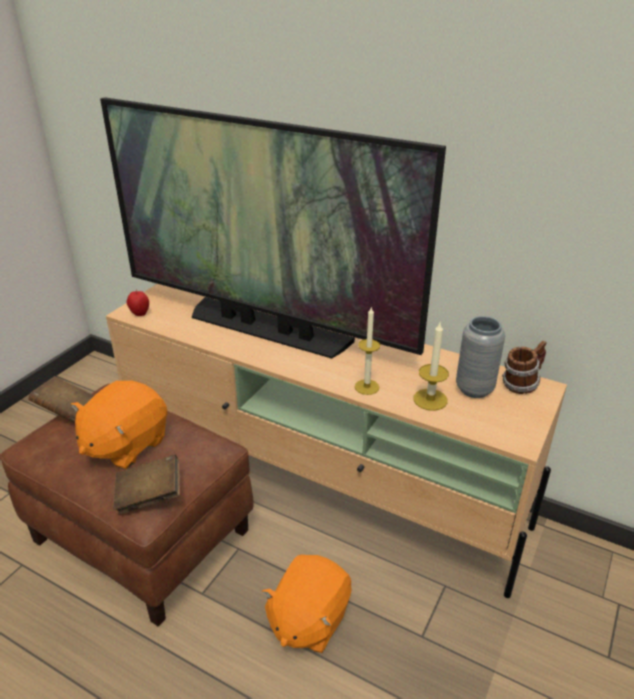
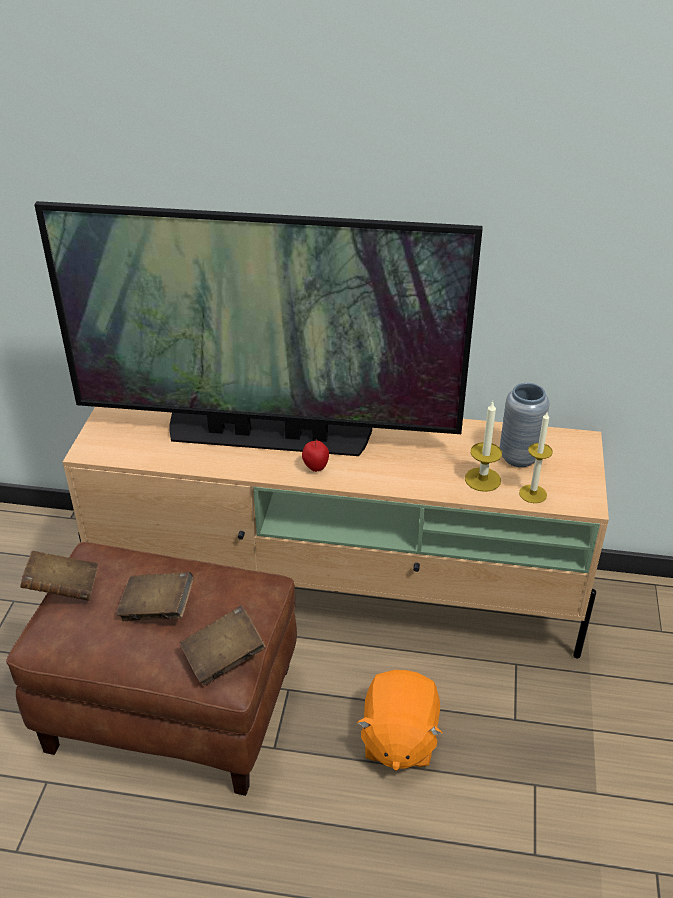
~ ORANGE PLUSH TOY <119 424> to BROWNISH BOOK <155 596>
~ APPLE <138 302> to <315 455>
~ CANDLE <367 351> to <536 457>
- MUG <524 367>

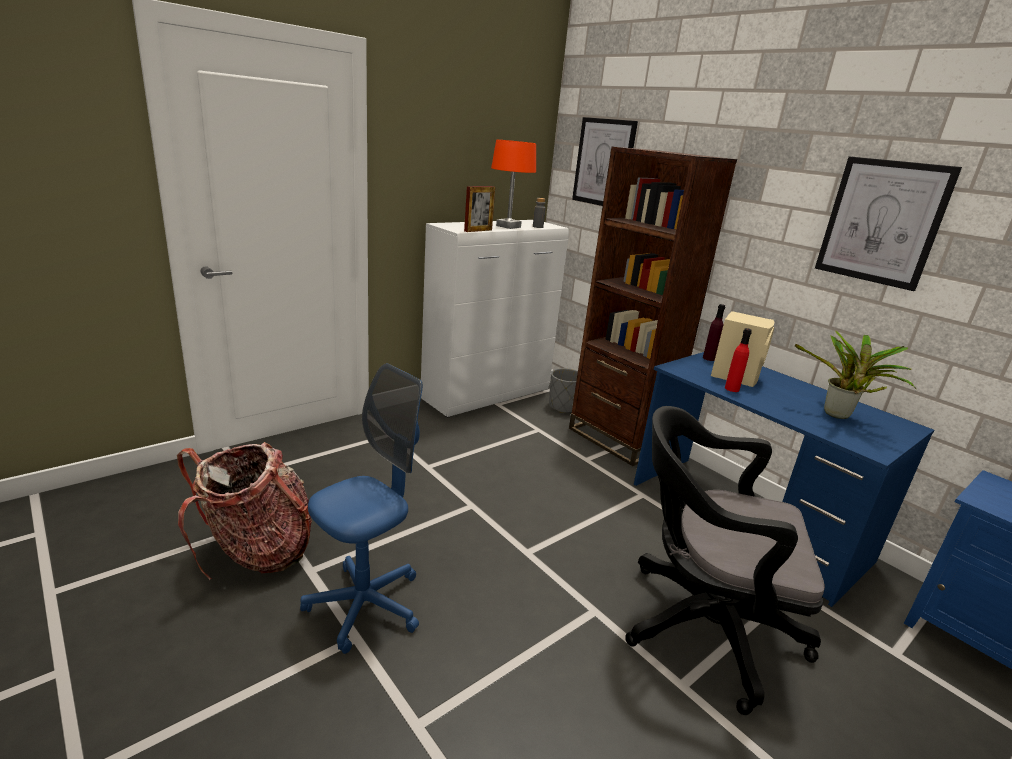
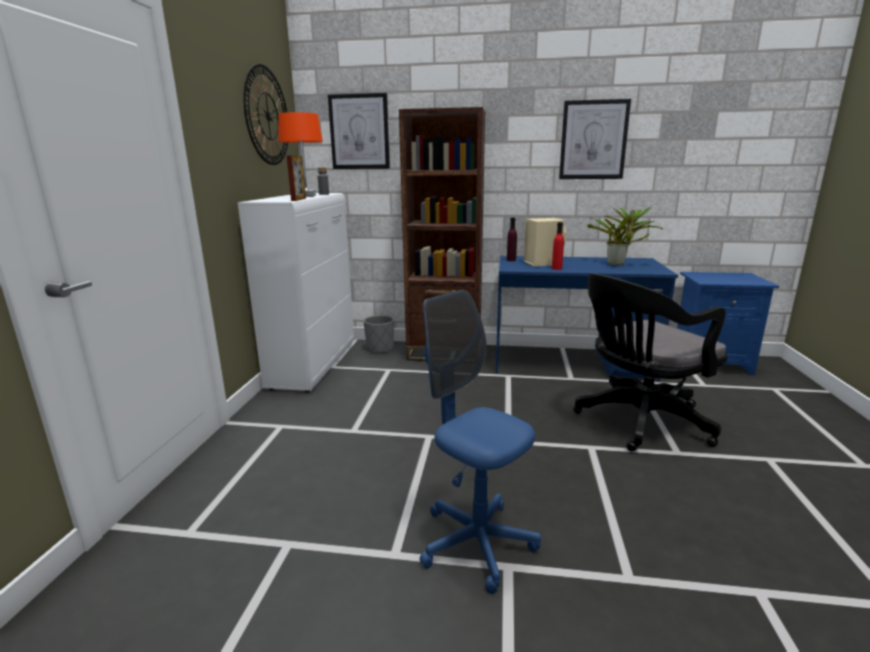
- KNAPSACK <244 511>
~ BLUE OFFICE CHAIR <361 508> = <480 442> 45 degrees counterclockwise
+ HANGING CLOCK <265 114>

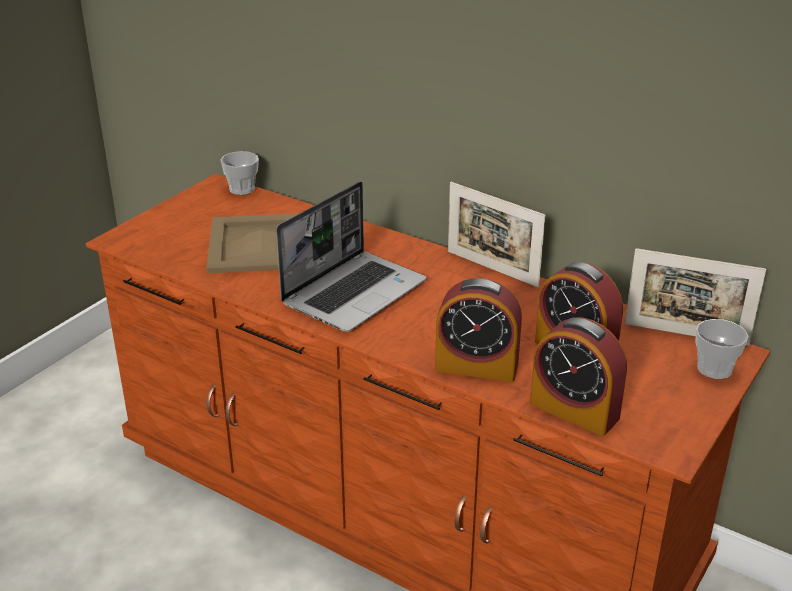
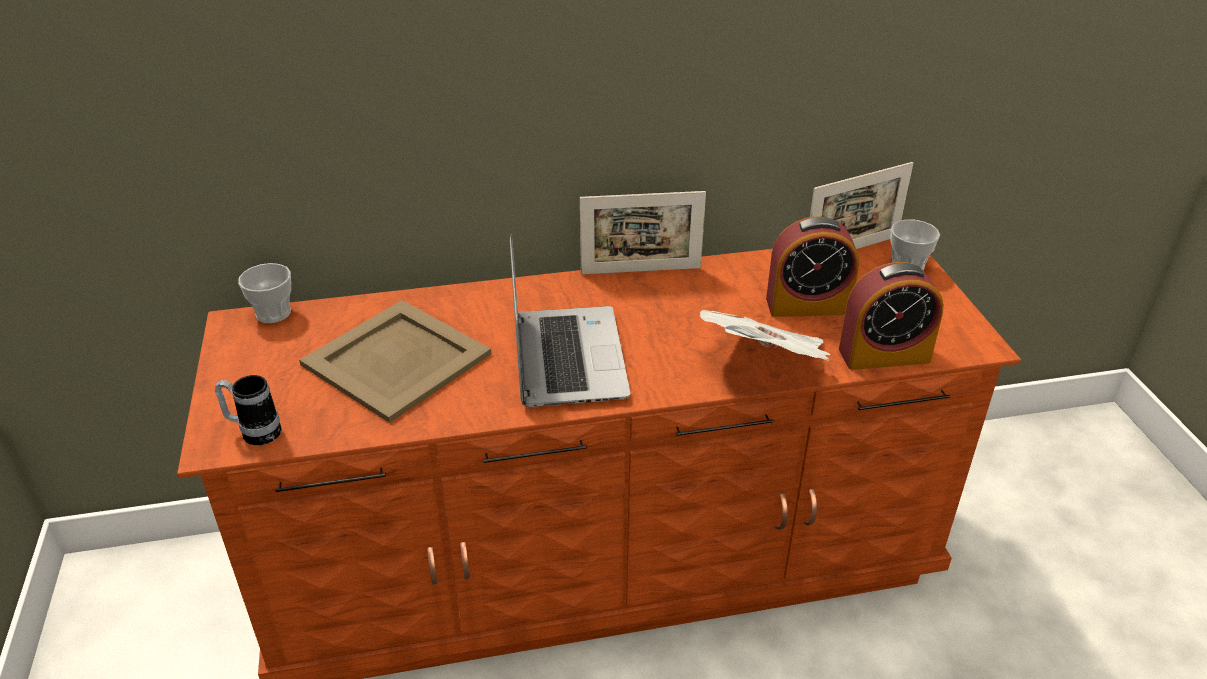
~ ALARM CLOCK <478 330> to PRINTED PAPER <765 335>
+ MUG <248 410>

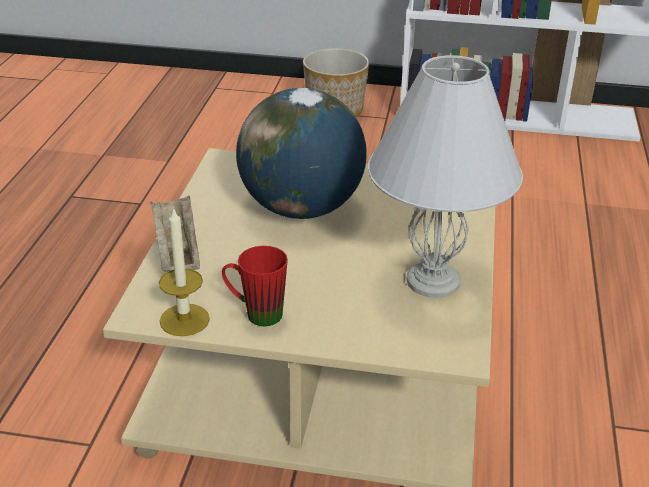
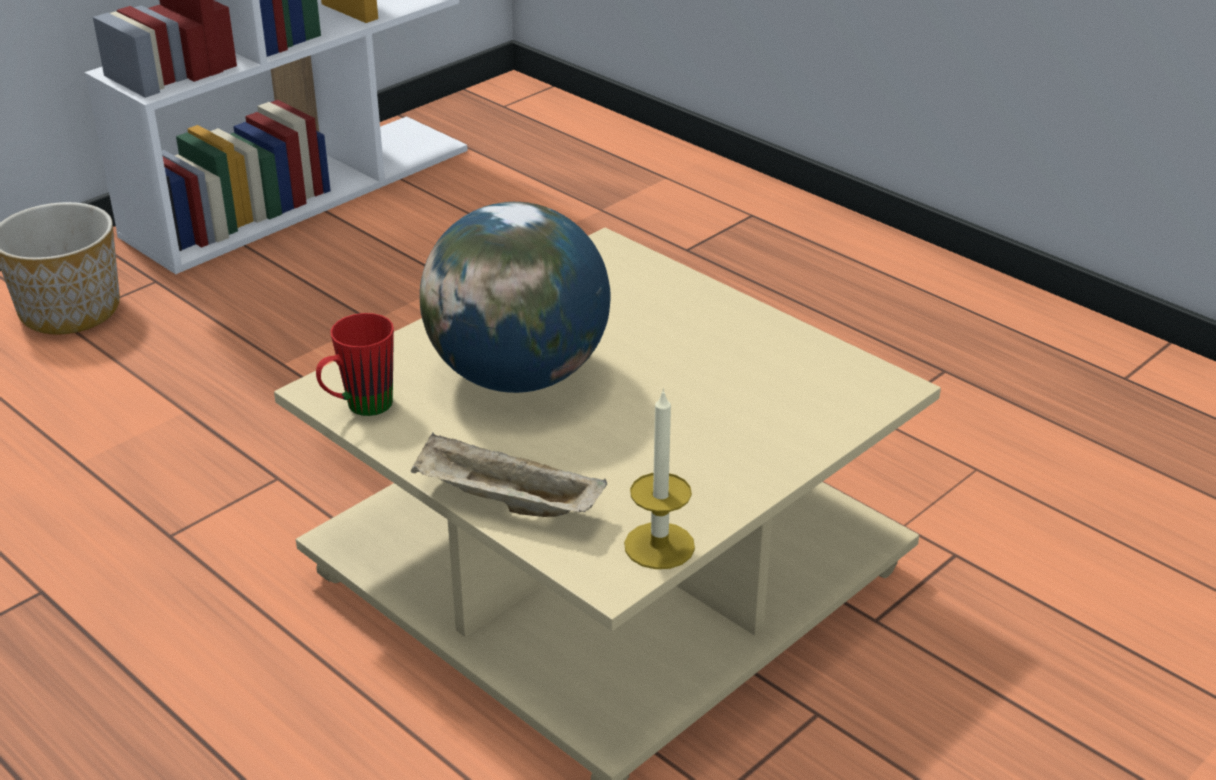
~ RED-COLOURED MUG <255 286> to <355 364>
- WHITE-COLOURED LAMP FOR A TABLE <445 176>

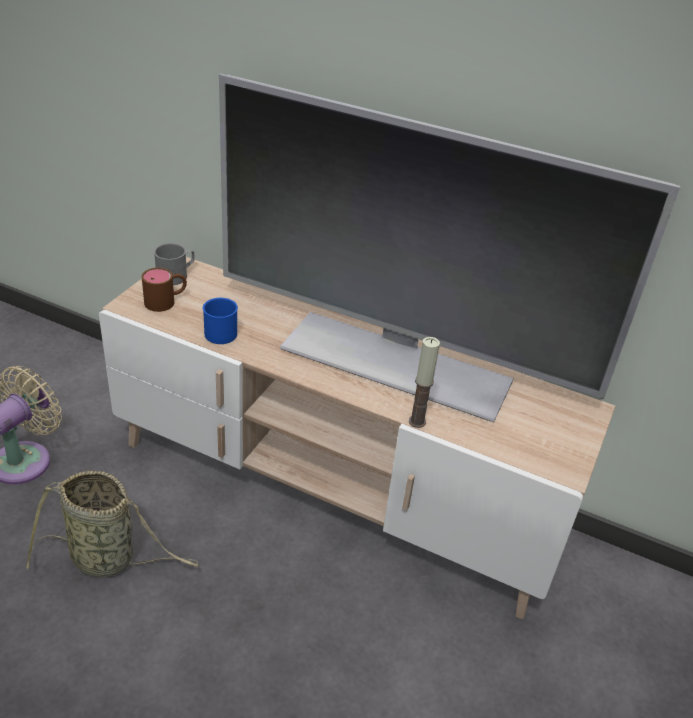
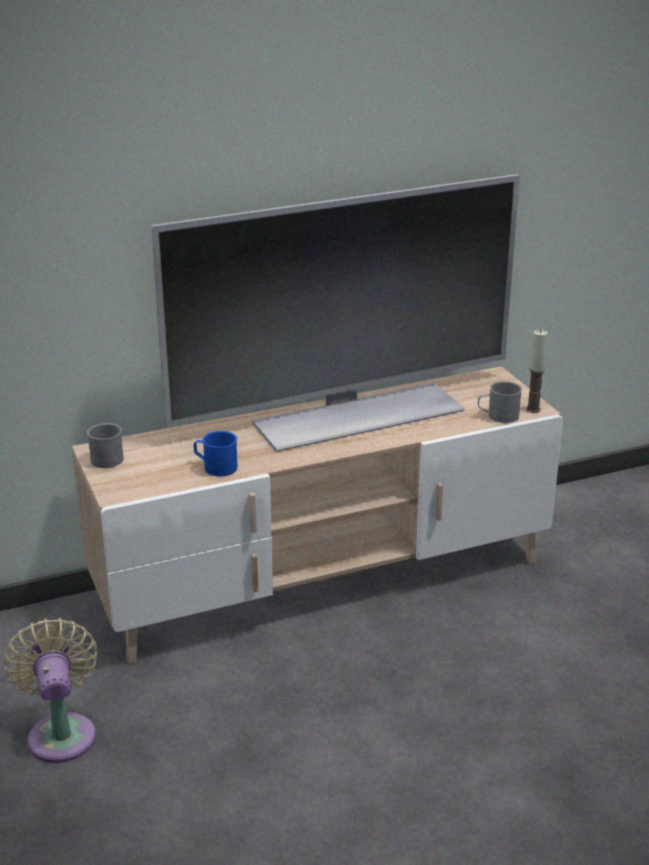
- BASKET <112 524>
- BROWNISH MUG <164 290>
~ CANDLE <424 382> to <537 371>
+ GREYISH MUG <500 402>

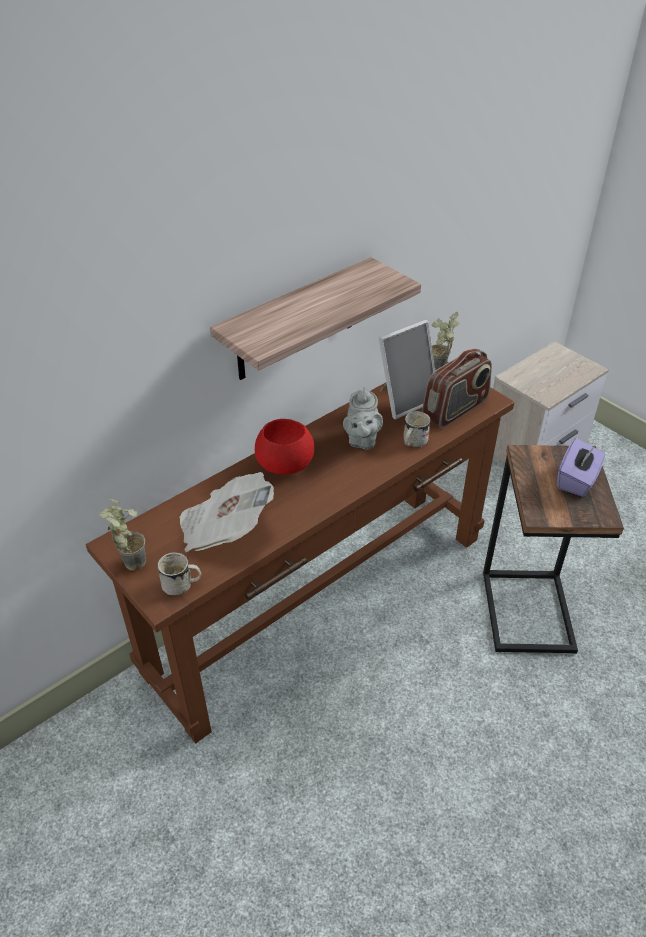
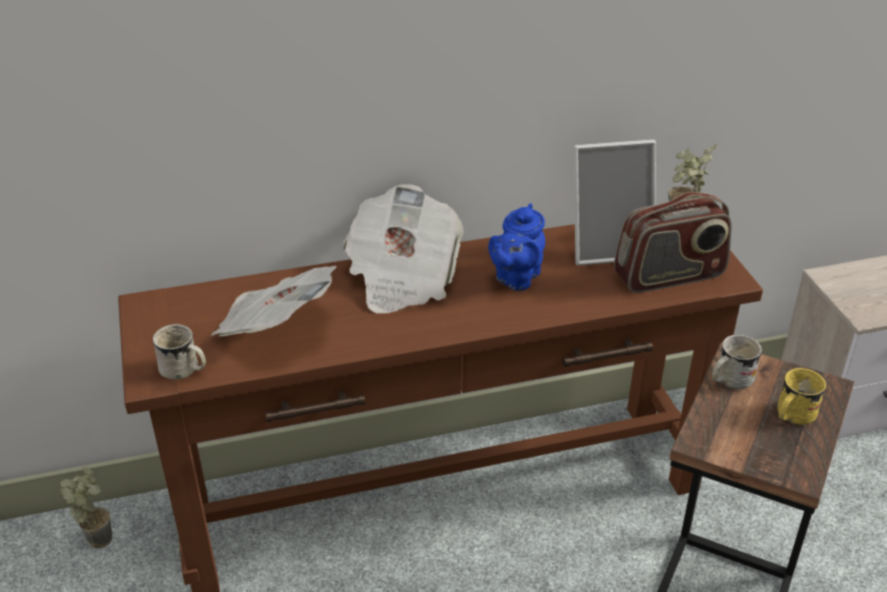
~ HOUSEPLANT <122 535> to <86 508>
- WALL SHELF <315 318>
~ RED-COLOURED BOWL <284 447> to PRINTED PAPER <404 249>
~ GREYISH TEA POT <363 418> to BLUE TEA POT <516 247>
~ WHITE-COLOURED MUG <417 429> to <737 362>
~ PURPLE TISSUE BOX <581 467> to YELLOW MUG <802 397>

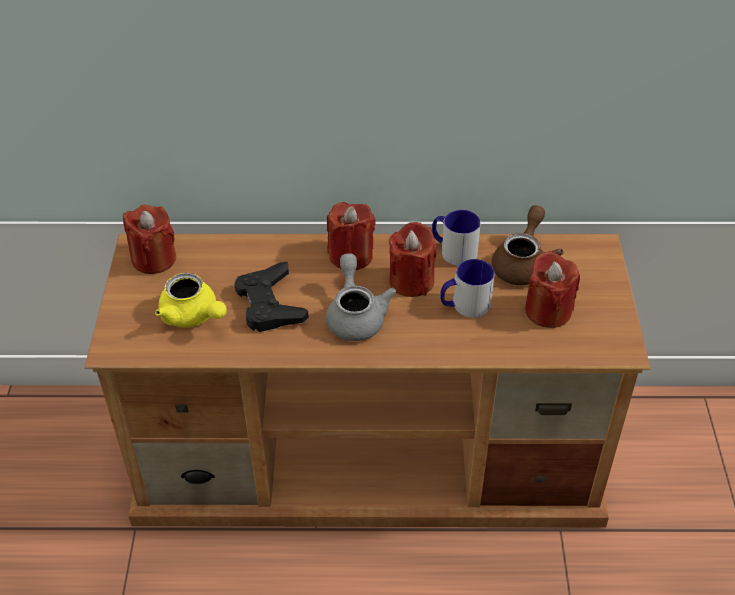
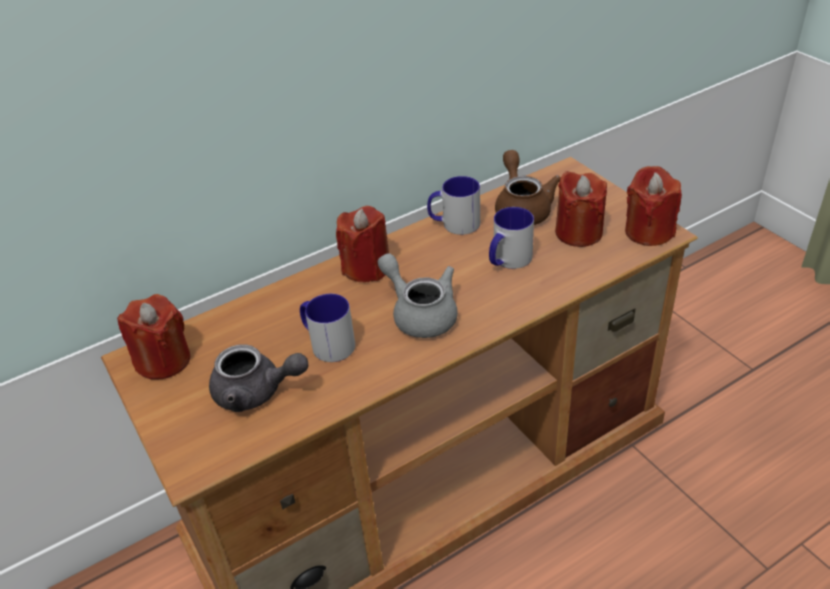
~ YELLOW TEA POT <191 300> to GREYISH TEA POT <258 378>
~ BLACK JOYPAD <271 297> to MUG <327 328>
~ RED-COLOURED CANDLE <413 259> to <653 206>

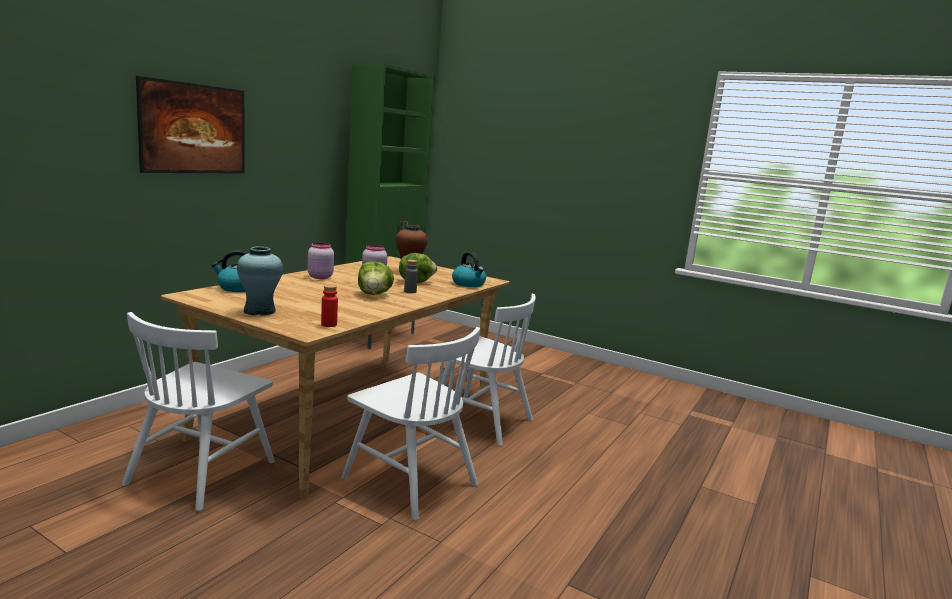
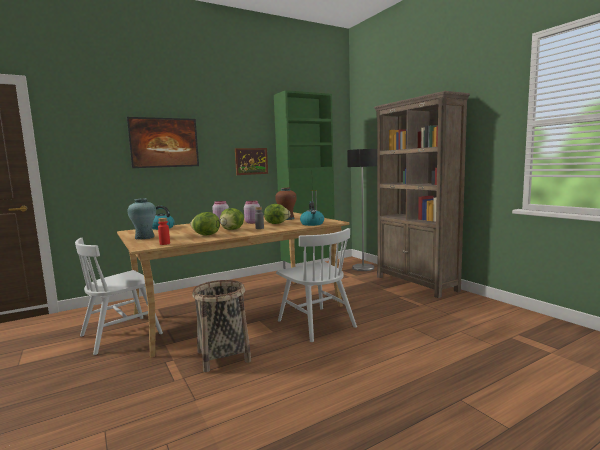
~ WHITE-COLOURED CHAIR <410 424> to BASKET <221 326>
+ LETTUCE HEAD <205 224>
+ WALL PICTURE <251 161>
+ STANDING LAMP <362 210>
+ BROWNISH BOOKSHELF <422 194>

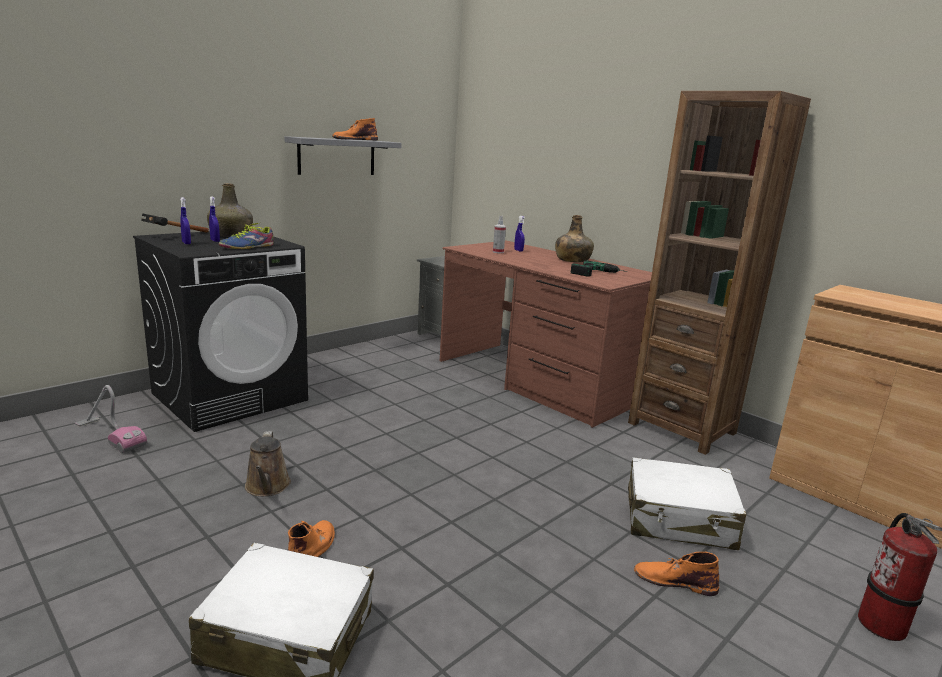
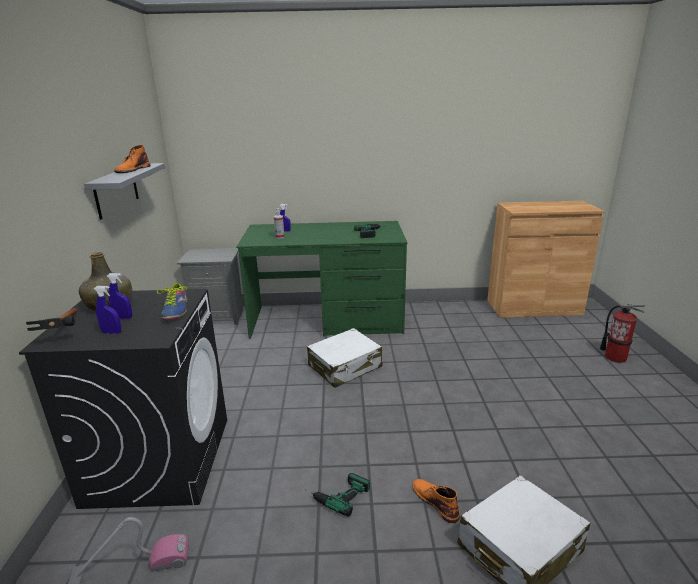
~ BROWNISH WATERING POT <268 463> to DRILL <337 495>
~ BROWNISH DESK TABLE <546 334> to GREEN DESK TABLE <321 280>
- GREEN DRINK BOTTLE <574 238>
- BROWNISH BOOKSHELF <719 273>
~ WHITE-COLOURED SUITCASE <687 503> to <344 358>
- ORANGE BOOT <676 574>

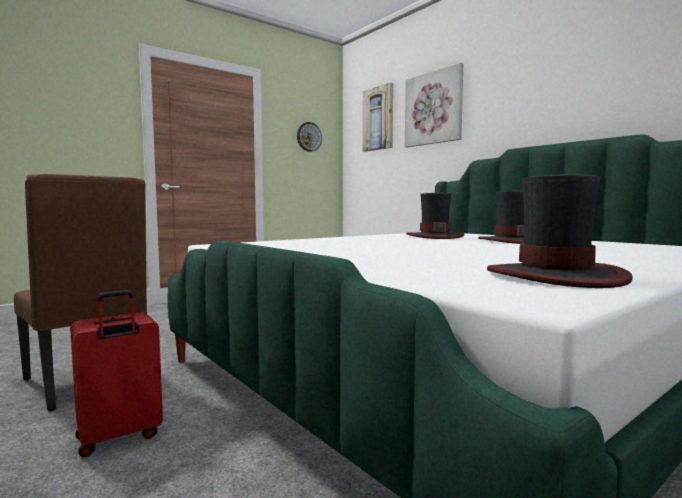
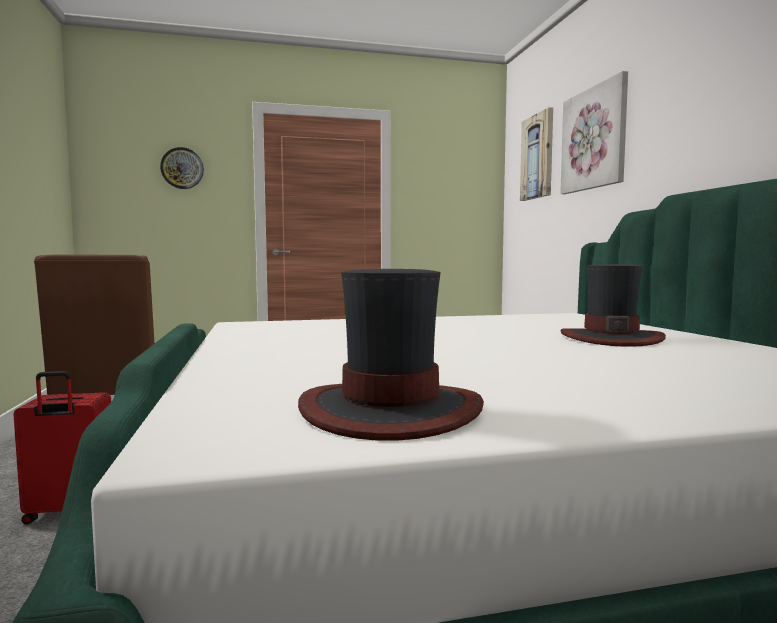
~ HANGING CLOCK <309 137> to <182 168>
- CLOTHING HAT <435 216>

